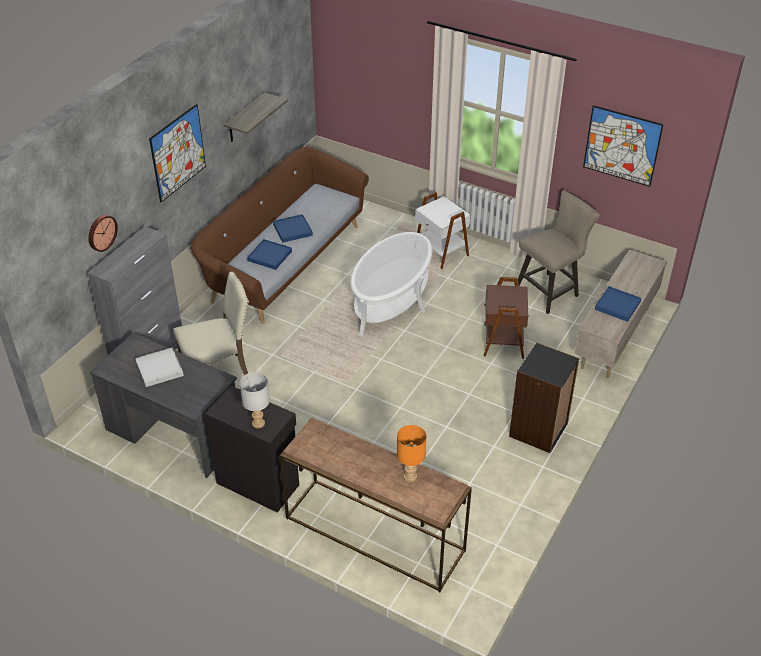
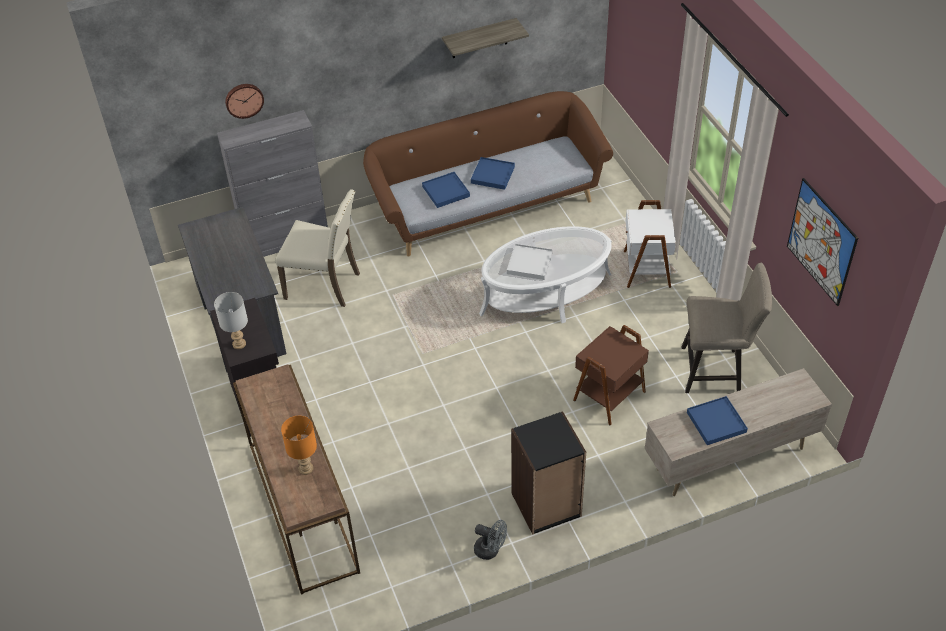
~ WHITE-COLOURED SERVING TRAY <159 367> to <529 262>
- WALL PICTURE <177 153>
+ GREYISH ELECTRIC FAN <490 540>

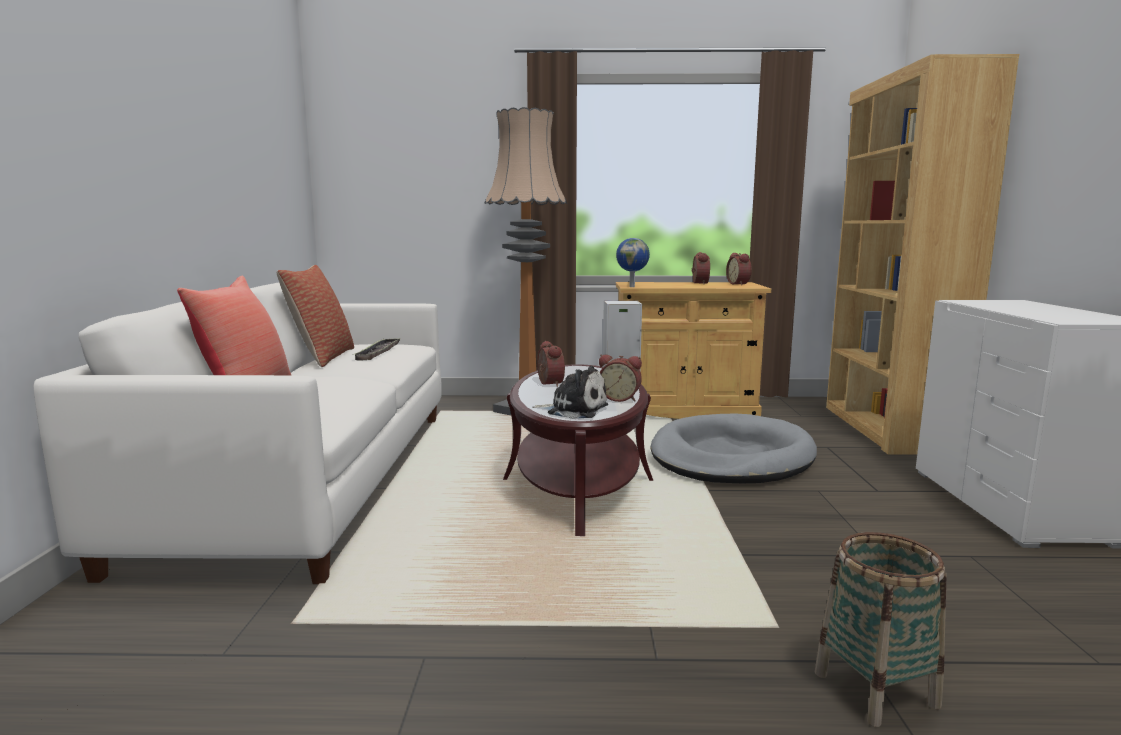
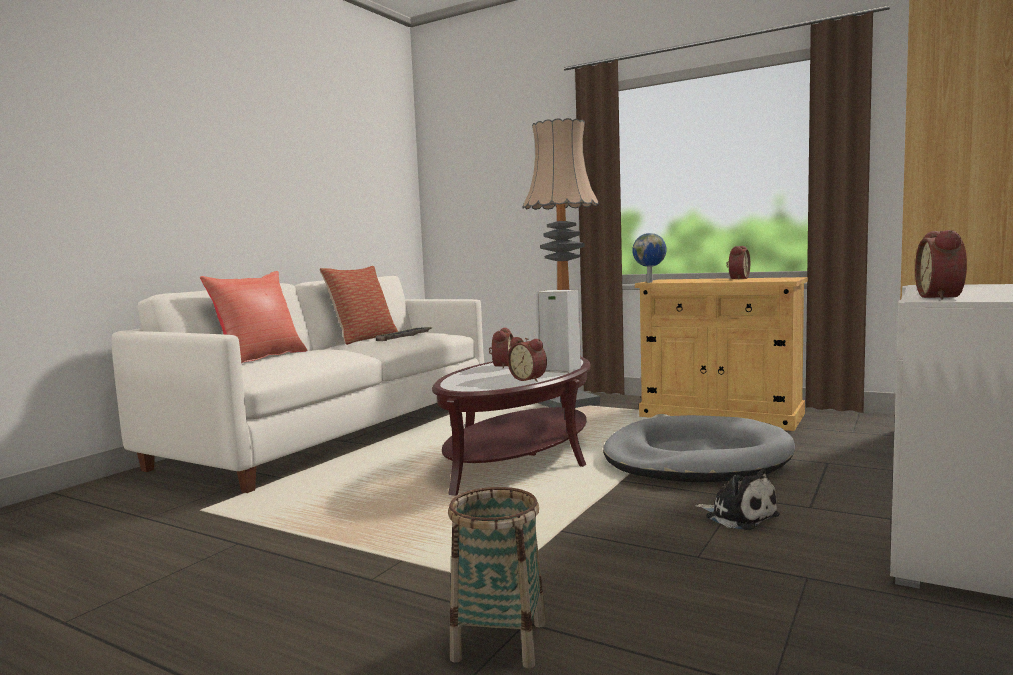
~ PLUSH TOY <570 392> to <737 499>
~ ALARM CLOCK <739 269> to <941 265>

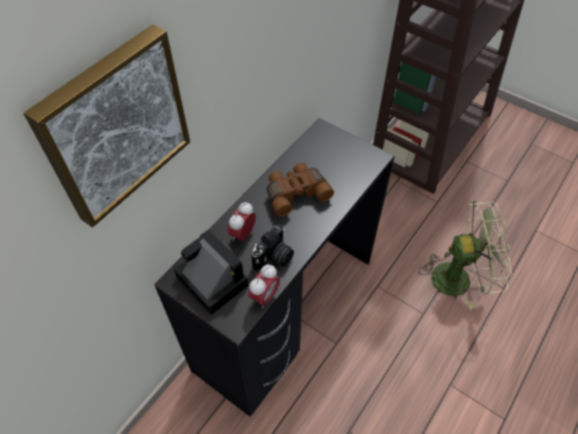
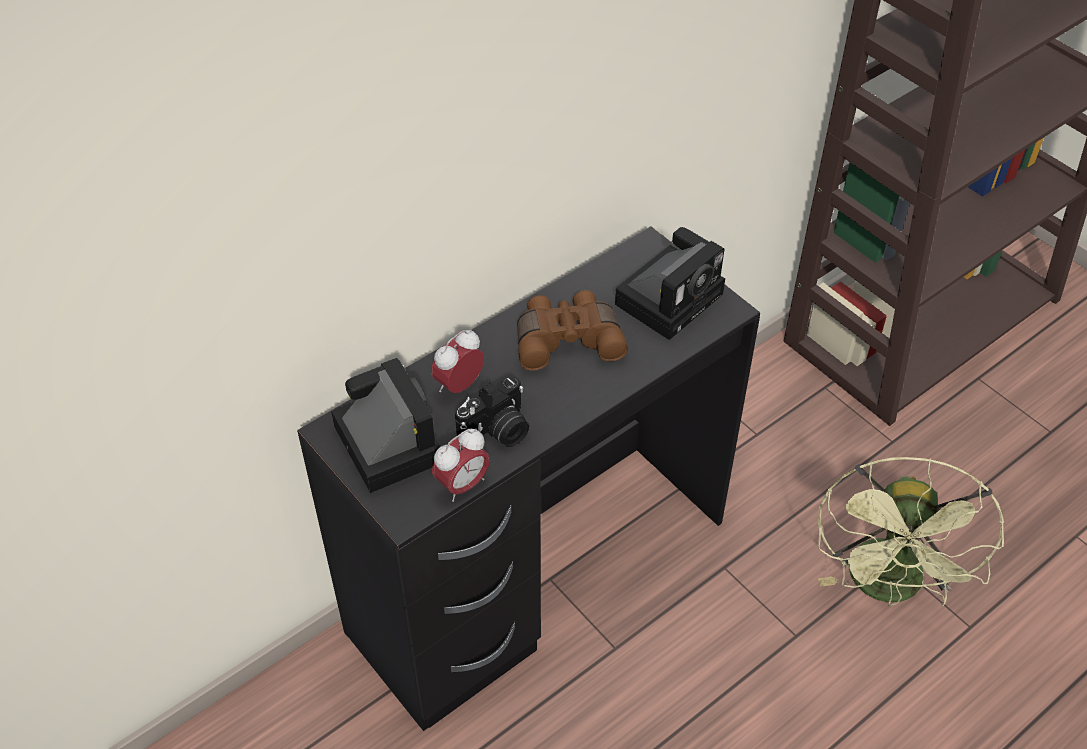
- WALL PICTURE <106 125>
~ GREEN ELECTRIC FAN <465 255> = <911 531> 90 degrees clockwise
+ PHOTO CAMERA <670 283>

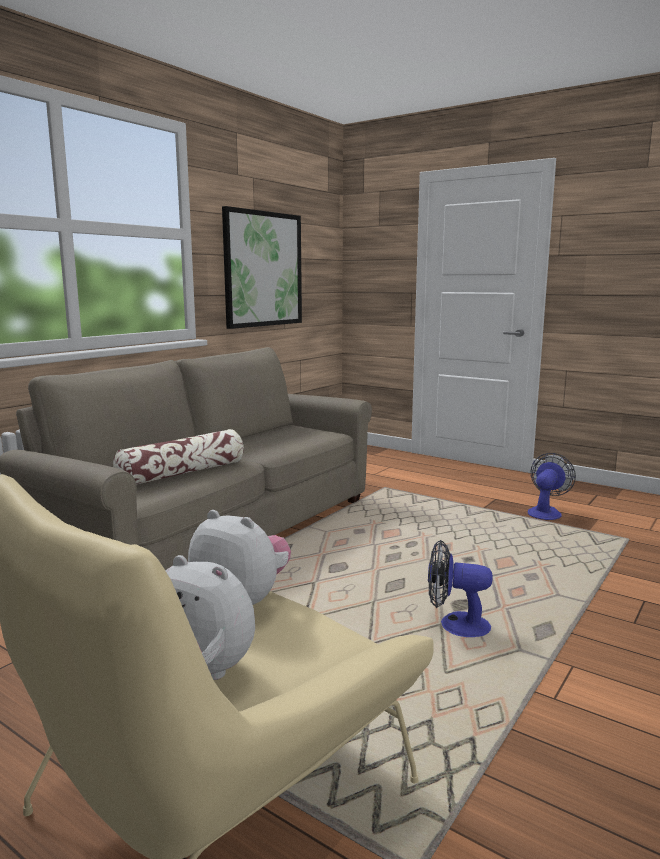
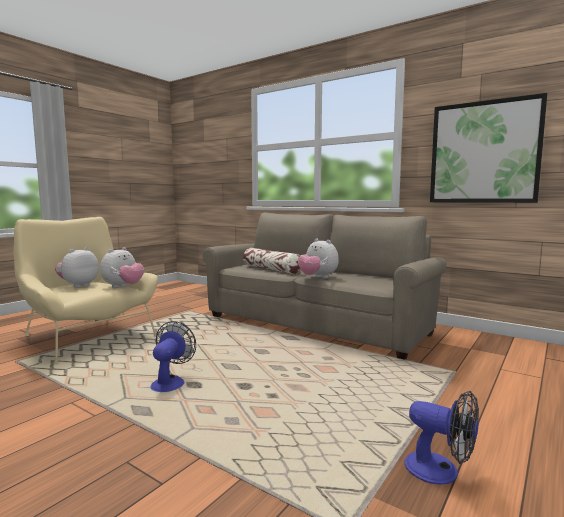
+ PLUSH TOY <318 258>

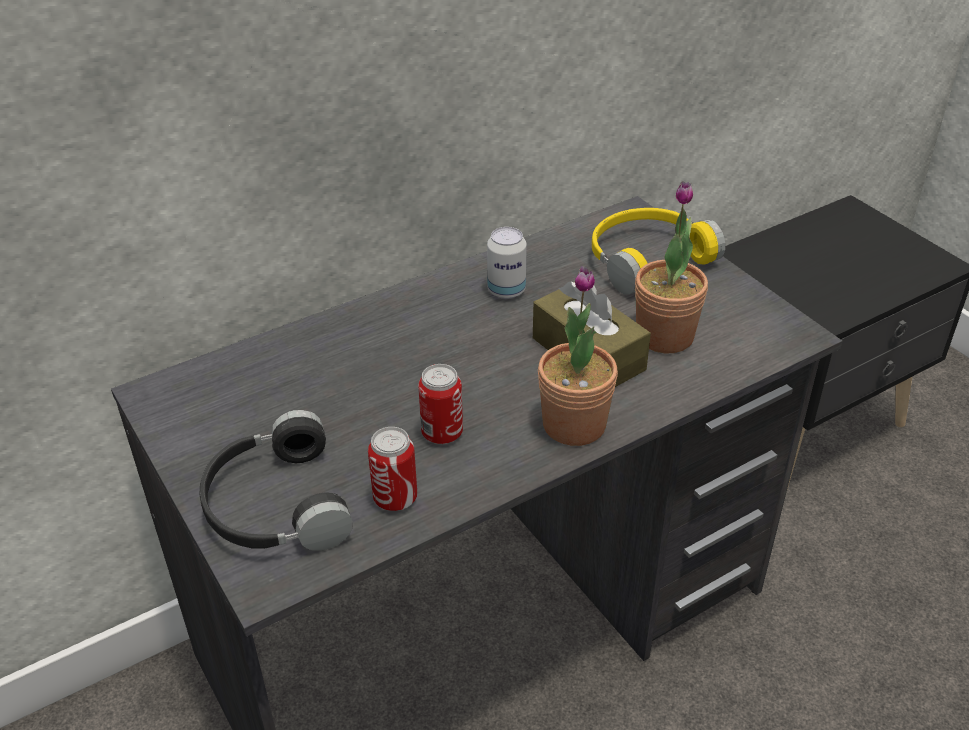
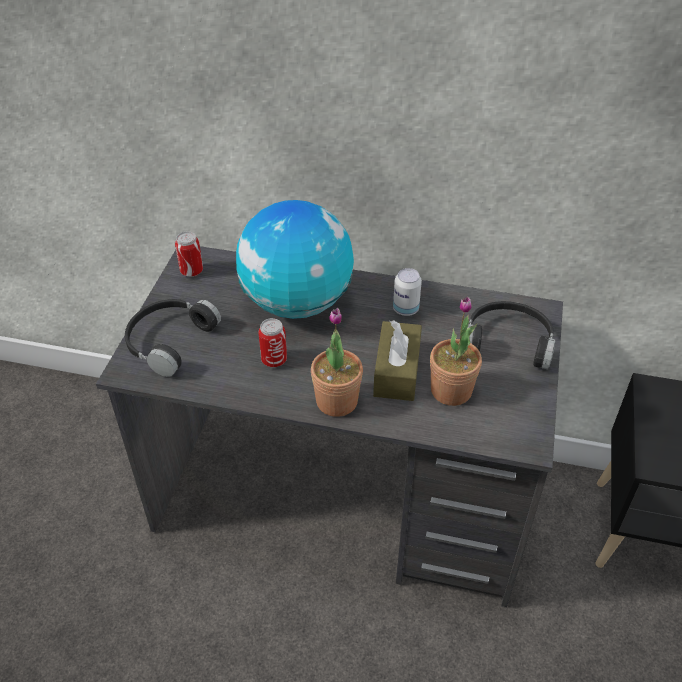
~ METAL CAN <392 469> to <189 254>
~ YELLOW HEADSET <658 251> to BLACK HEADSET <512 335>
+ DESK GLOBE <295 259>

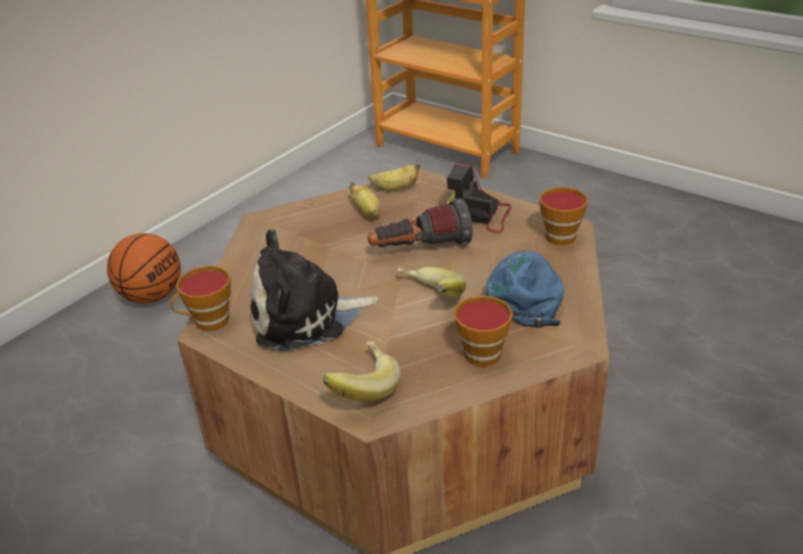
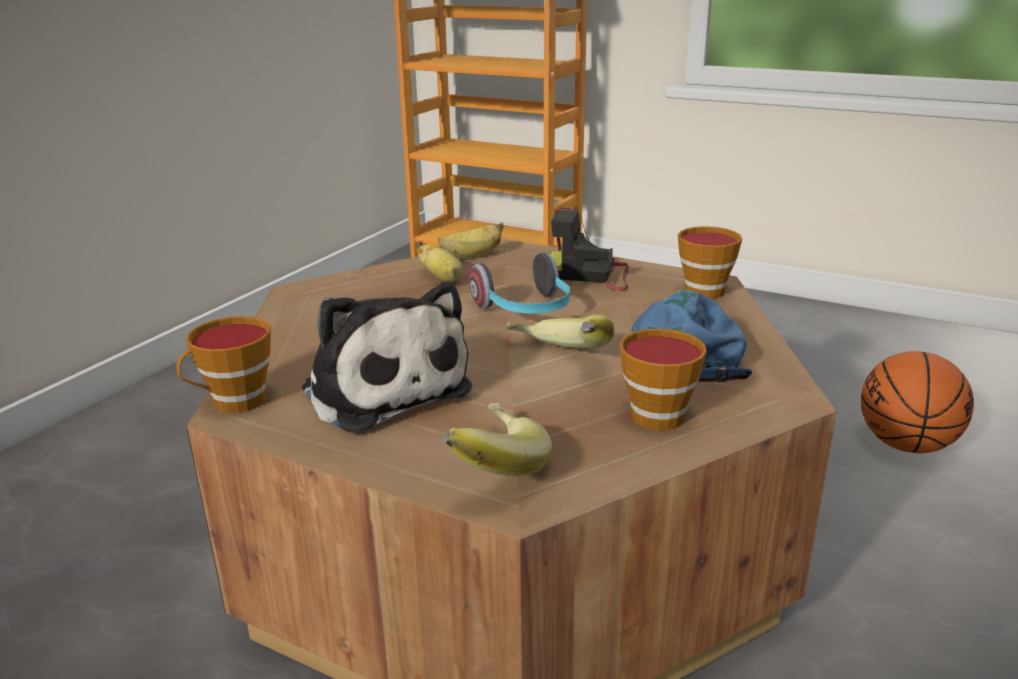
~ BASKETBALL <144 268> to <917 402>
~ PLUSH TOY <314 290> = <387 357> 105 degrees counterclockwise
~ TORCH <420 222> to HEADSET <519 283>

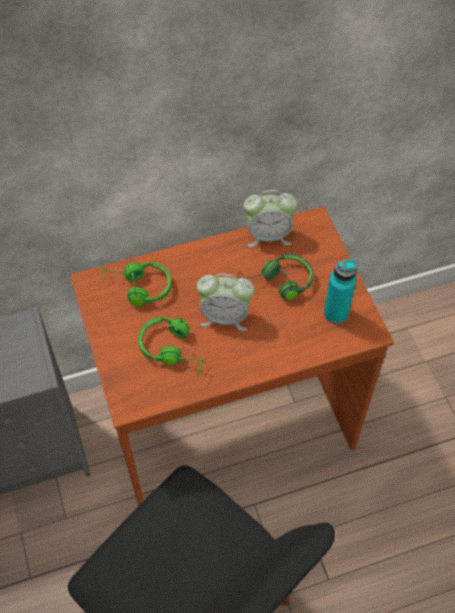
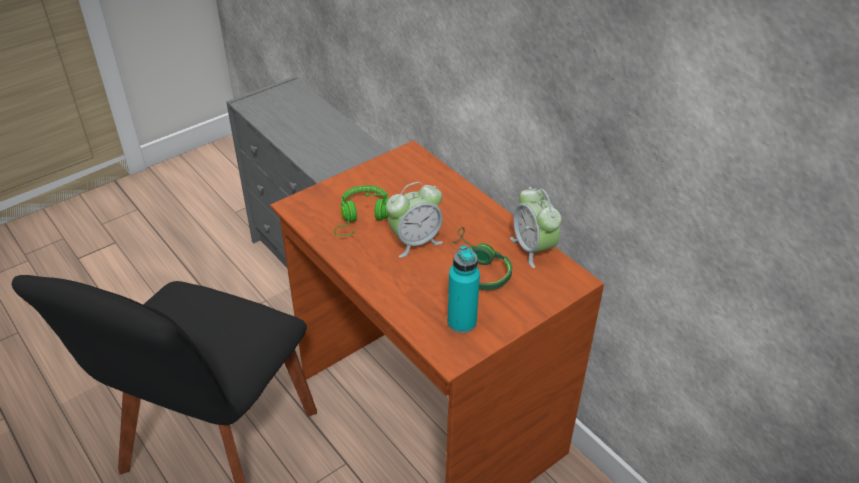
- GREEN HEADSET <136 284>
~ ALARM CLOCK <225 302> = <414 220> 105 degrees counterclockwise

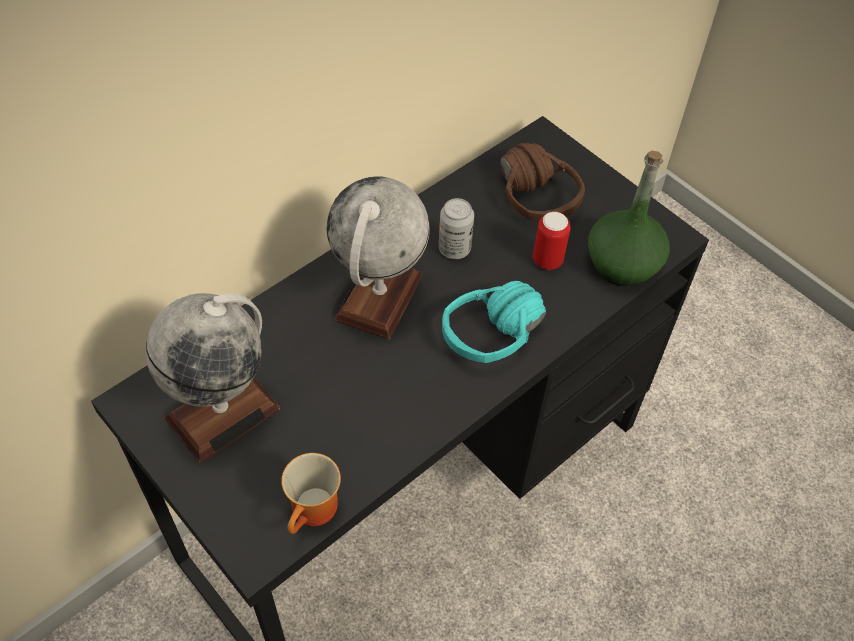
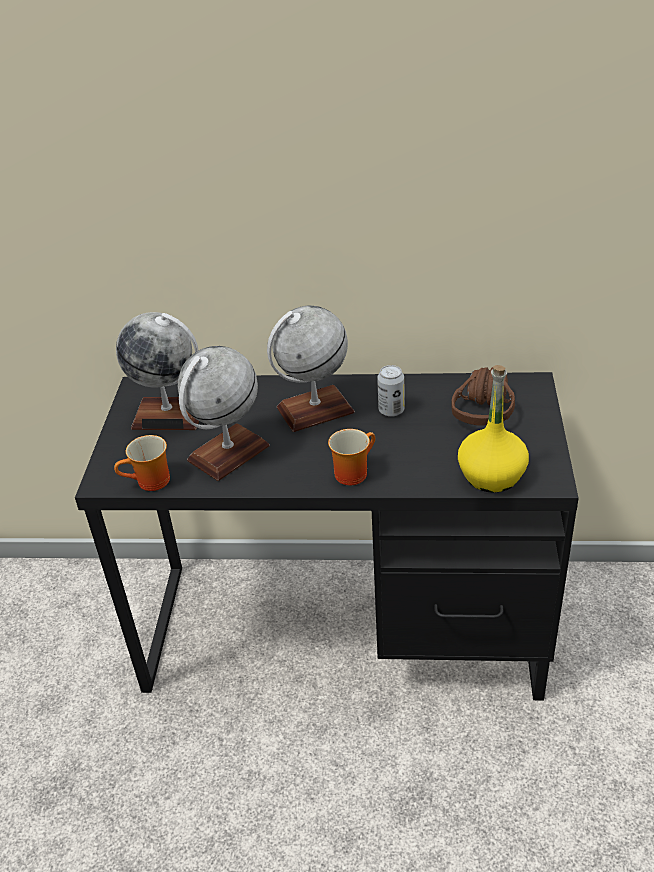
~ BLUE-GREEN HEADSET <494 322> to MUG <351 457>
- METAL CAN <552 241>
~ GREEN DRINK BOTTLE <629 218> to YELLOW DRINK BOTTLE <493 429>
+ DESK GLOBE <224 413>

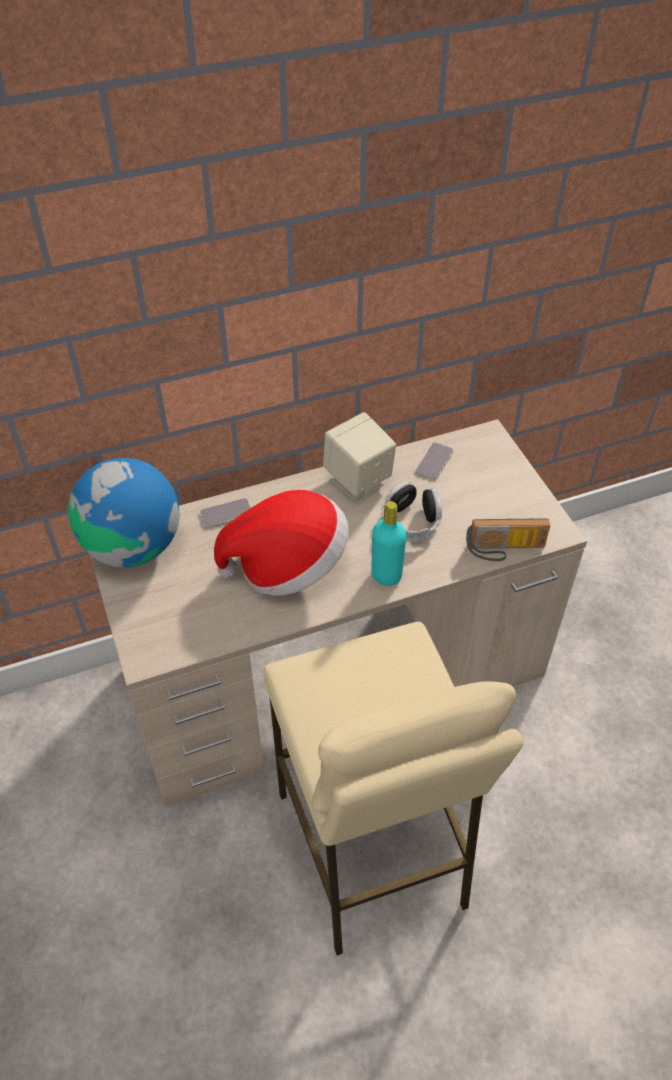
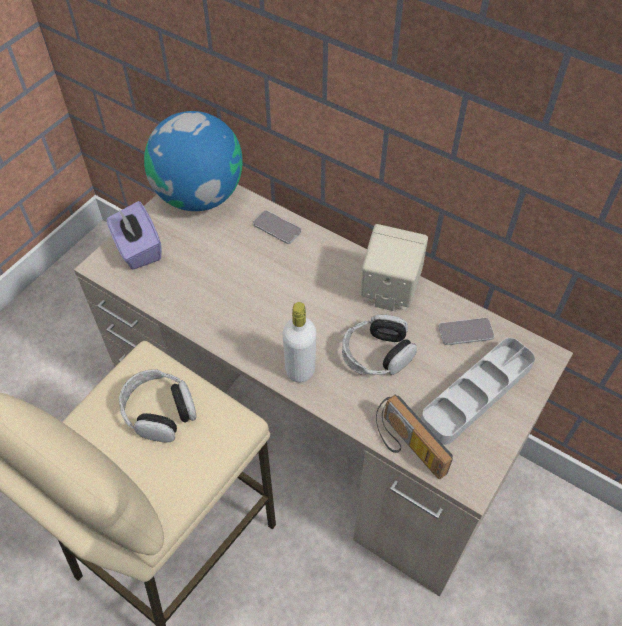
- CLOTHING HAT <281 543>
~ BLUE-GREEN DRINK BOTTLE <388 543> to WHITE-COLOURED DRINK BOTTLE <299 342>
+ PURPLE TISSUE BOX <134 235>
+ HEADSET <158 406>
+ GREYISH SERVING TRAY <478 391>

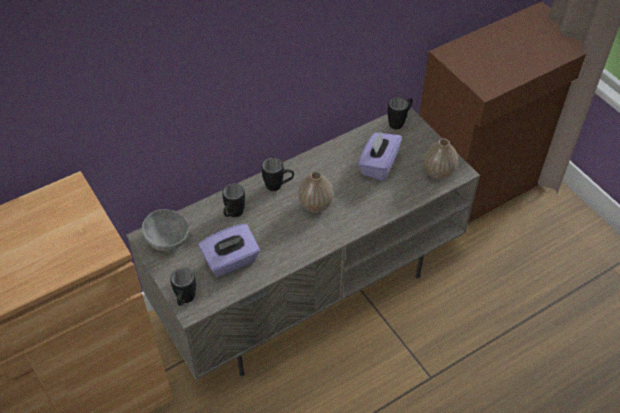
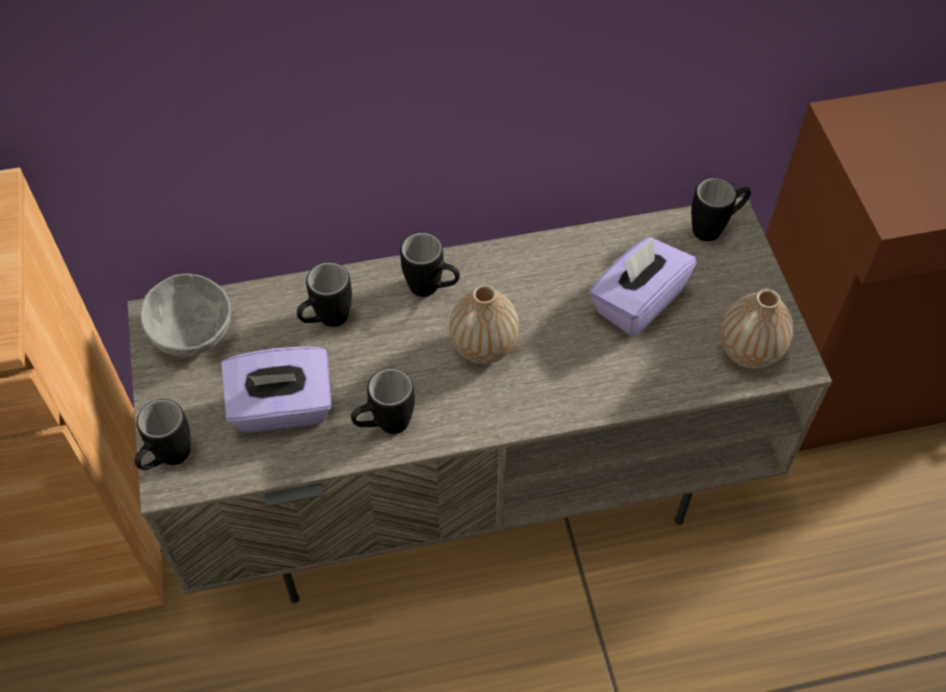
+ BLACK MUG <383 401>

